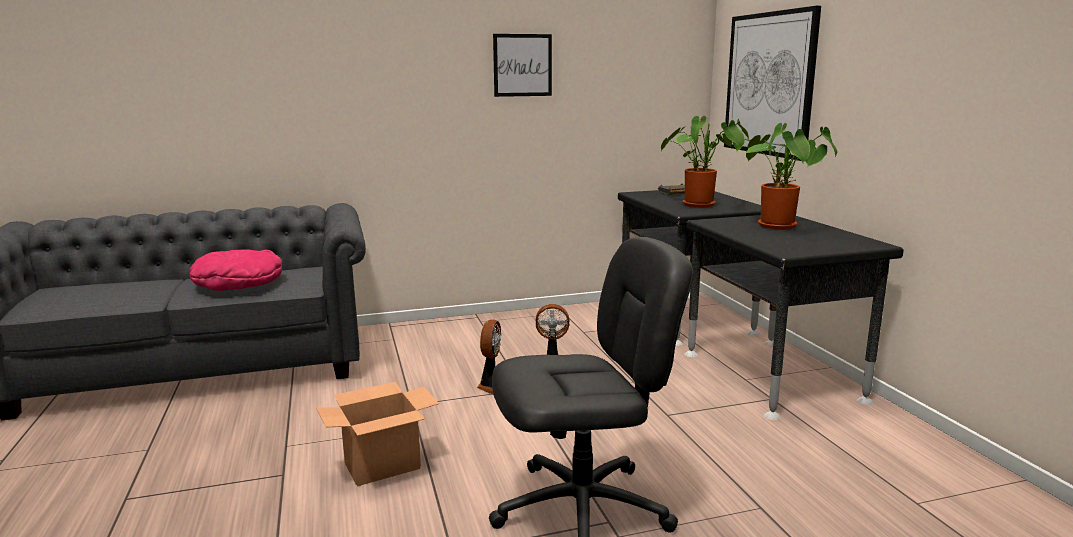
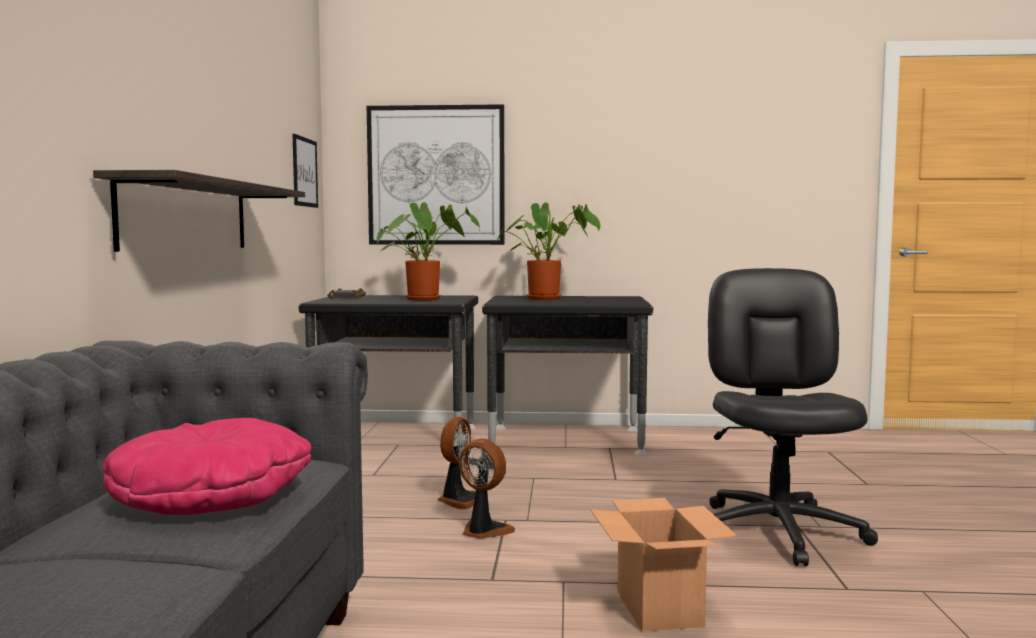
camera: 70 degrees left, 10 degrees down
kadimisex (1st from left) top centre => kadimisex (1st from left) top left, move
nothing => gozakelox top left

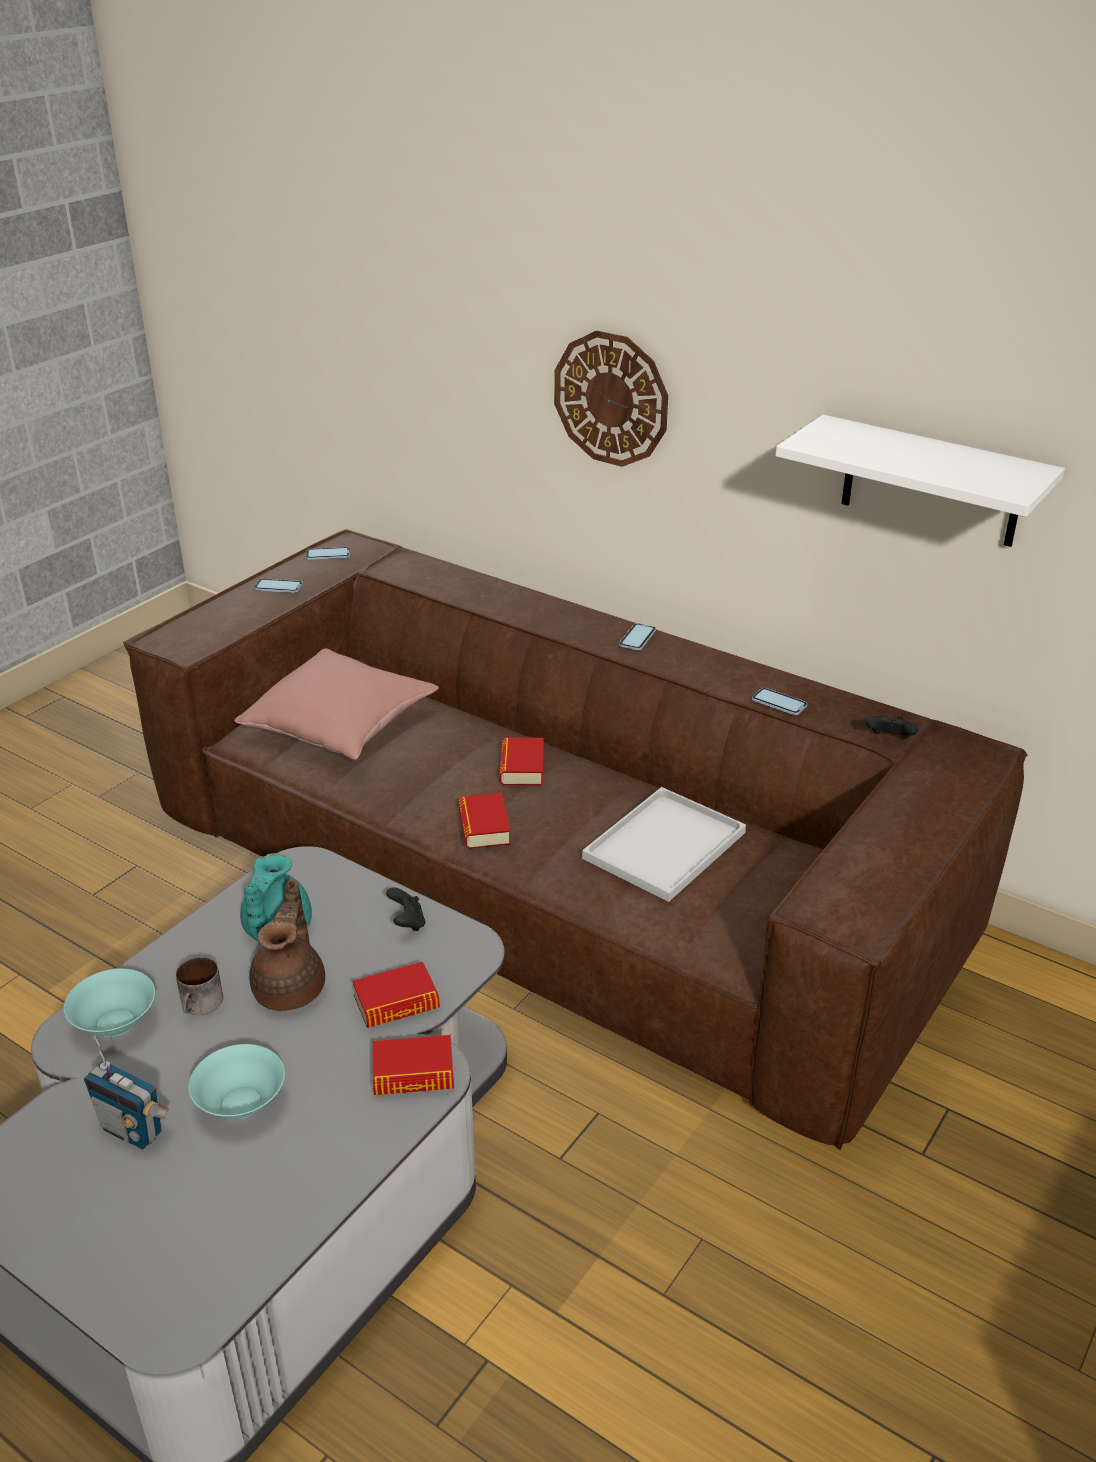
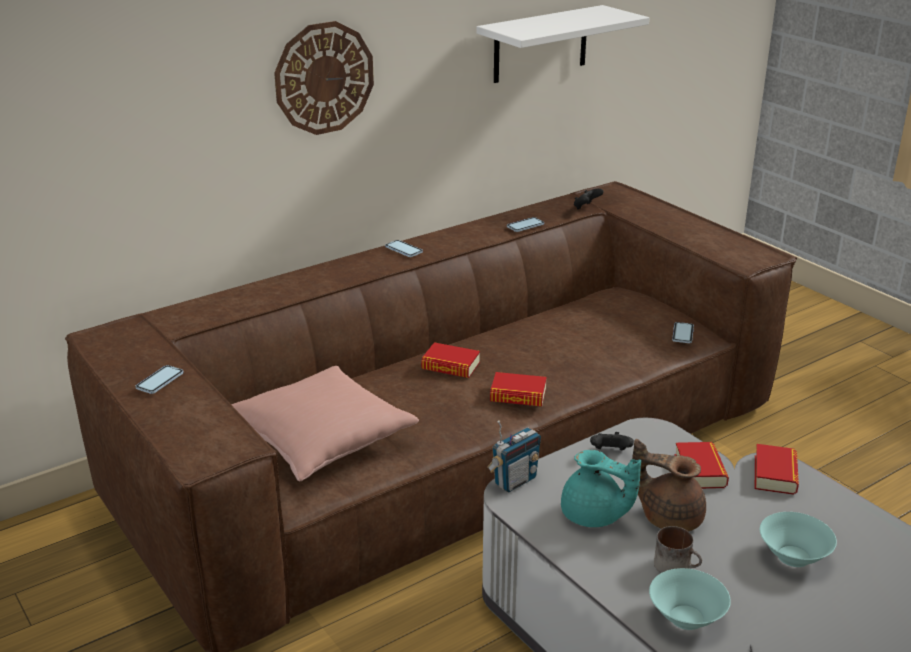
camera: 70 degrees left, 5 degrees down
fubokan bottom left => fubokan bottom centre, move
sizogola (2nd from left in the first image) middle left => sizogola (4th from left) middle right, move
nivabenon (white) centre => nothing

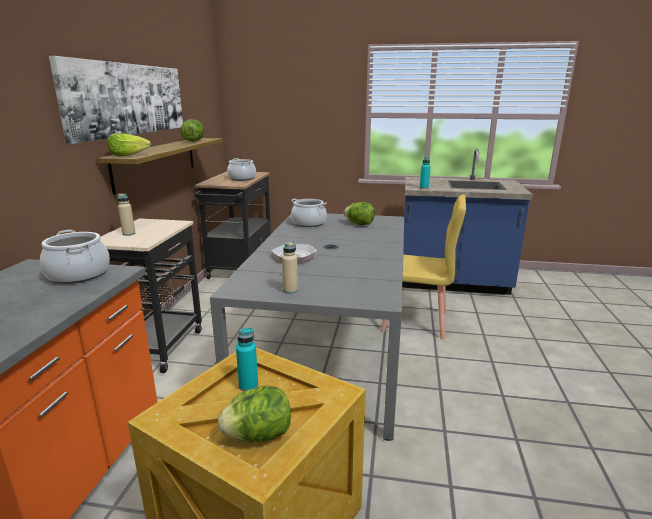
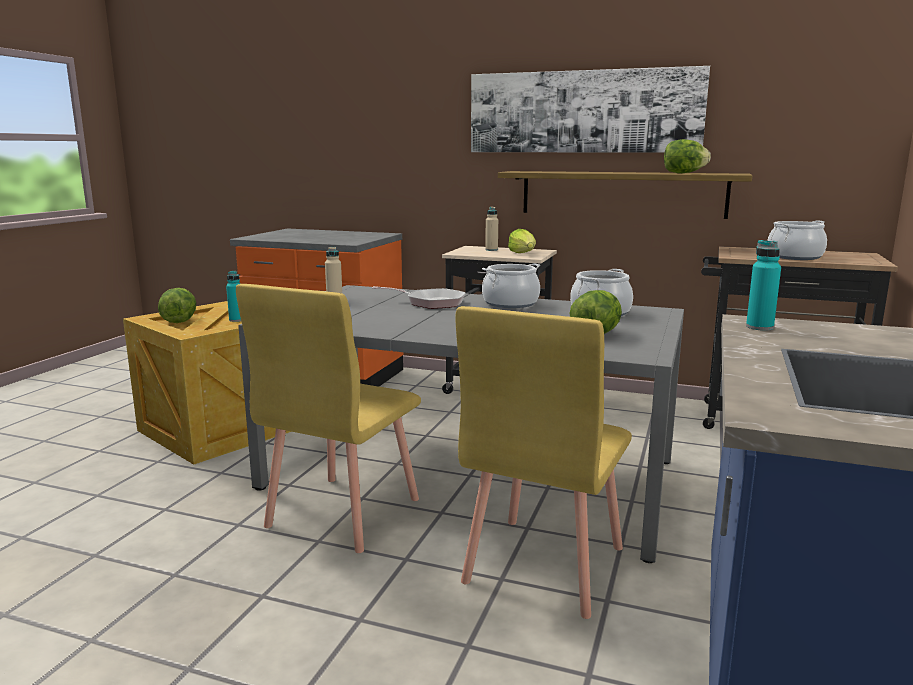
camera: 100 degrees right, 5 degrees down
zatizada (1st from left) middle left => zatizada (1st from left) centre, move
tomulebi (1st from left in the first image) top left => tomulebi (2nd from left) centre, move
nothing => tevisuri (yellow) (1st from left) centre

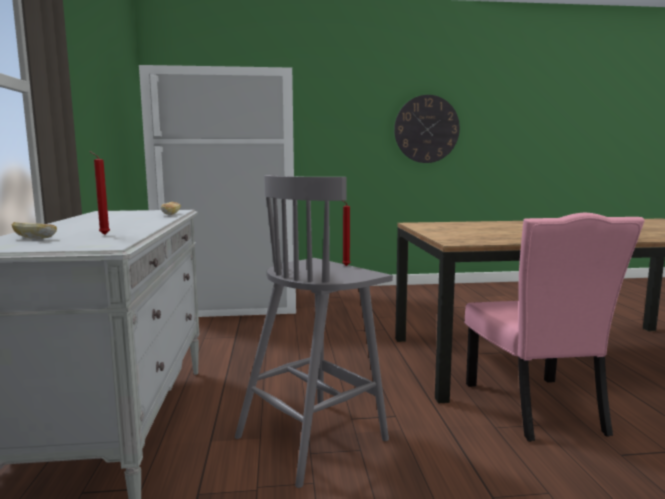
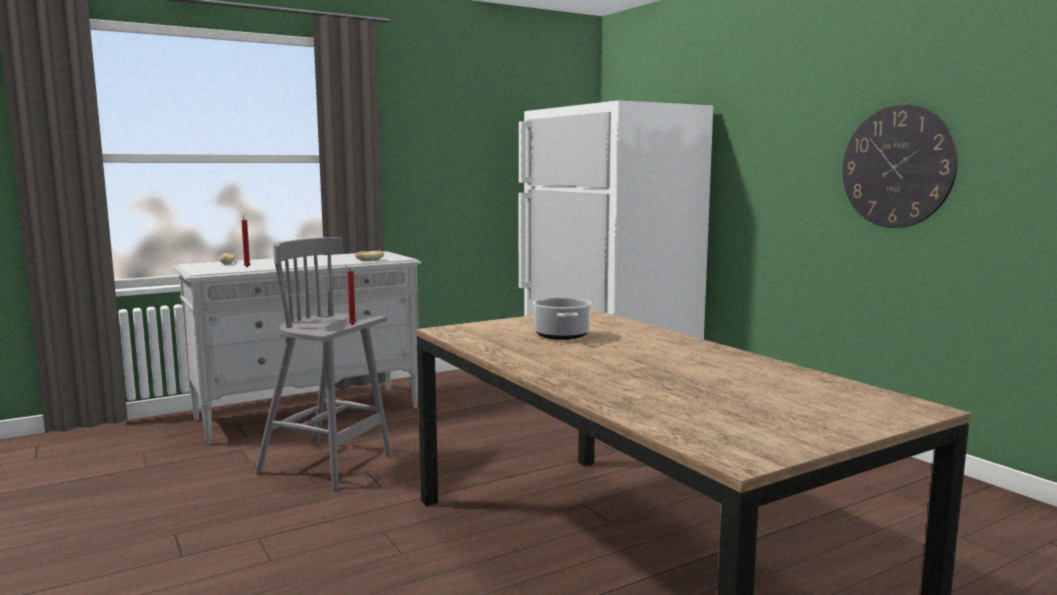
camera: 65 degrees right, 0 degrees up
tevisuri (pink) middle right => nothing
nothing => zatizada centre

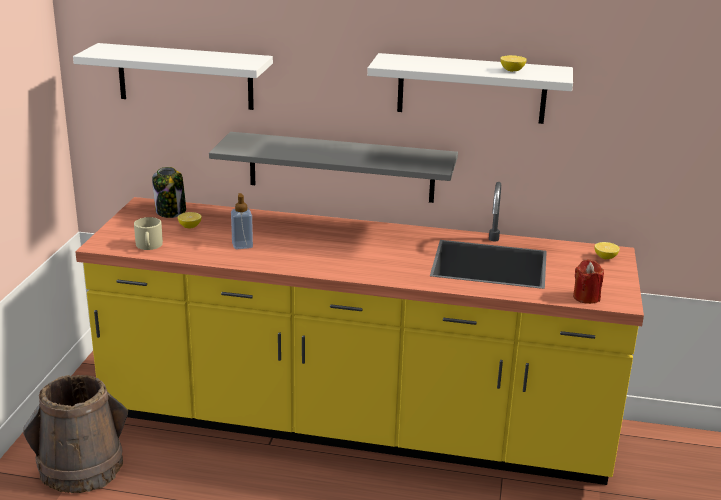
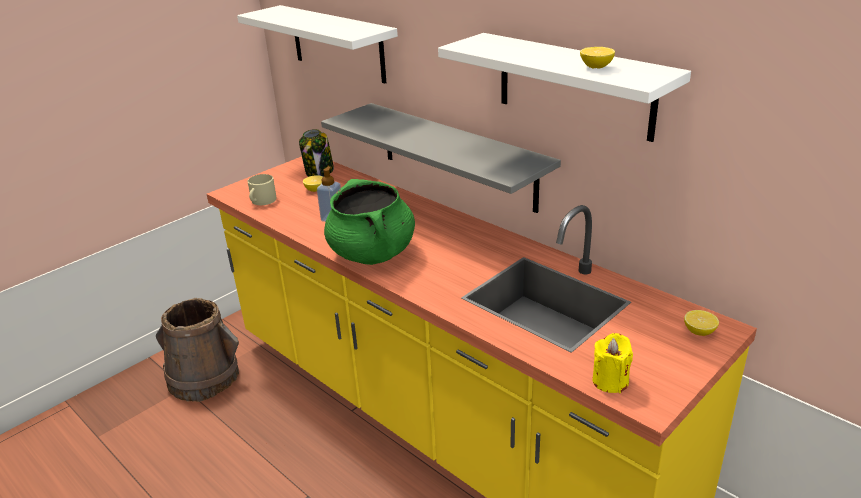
camera: 35 degrees right, 5 degrees up
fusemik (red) middle right => fusemik (yellow) bottom right
nothing => zatizada (green) centre

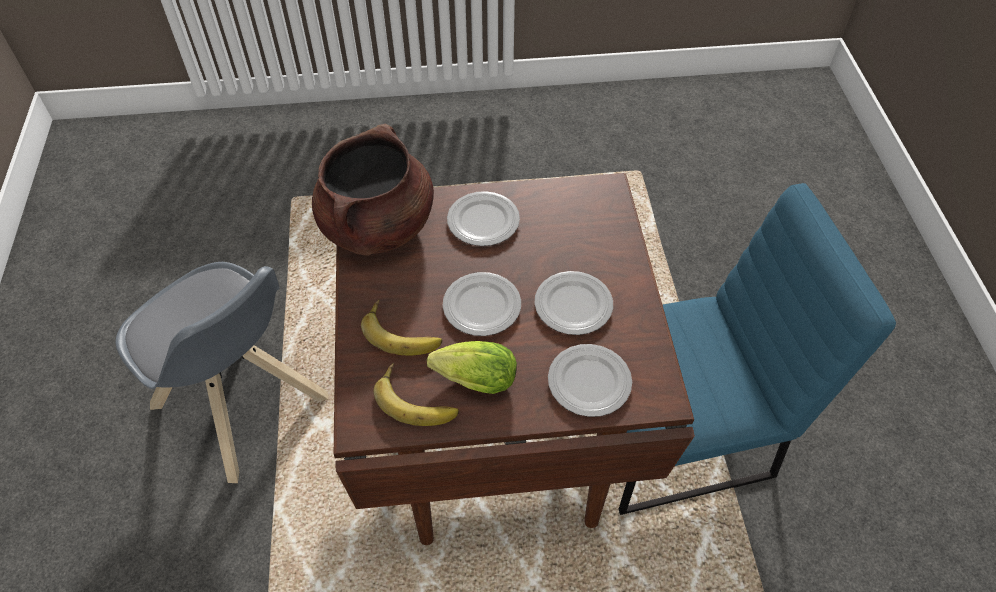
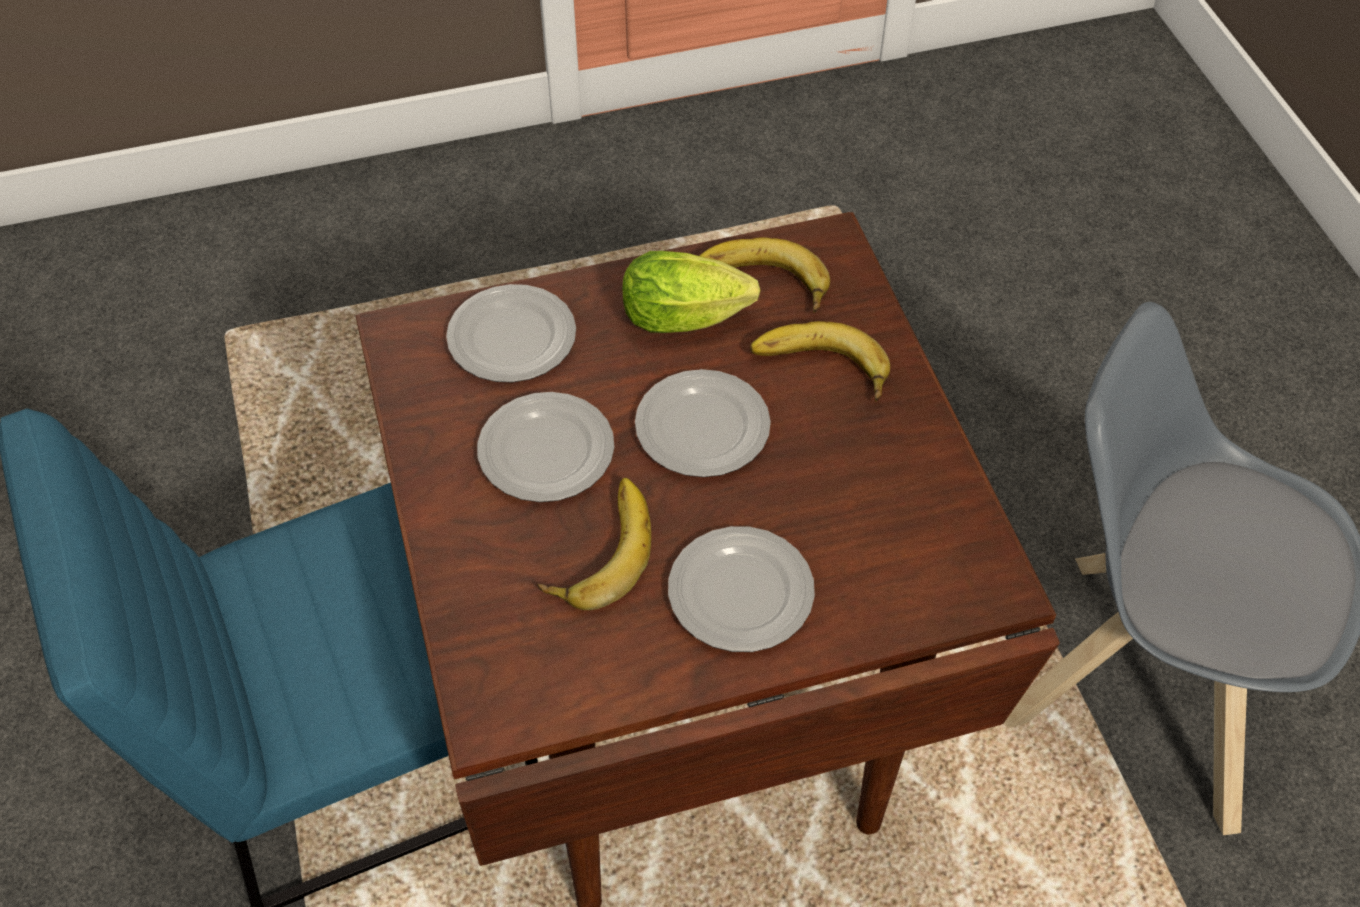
camera: 170 degrees right, 0 degrees up
zatizada (brown) top centre => nothing
nothing => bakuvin (1st from left) centre

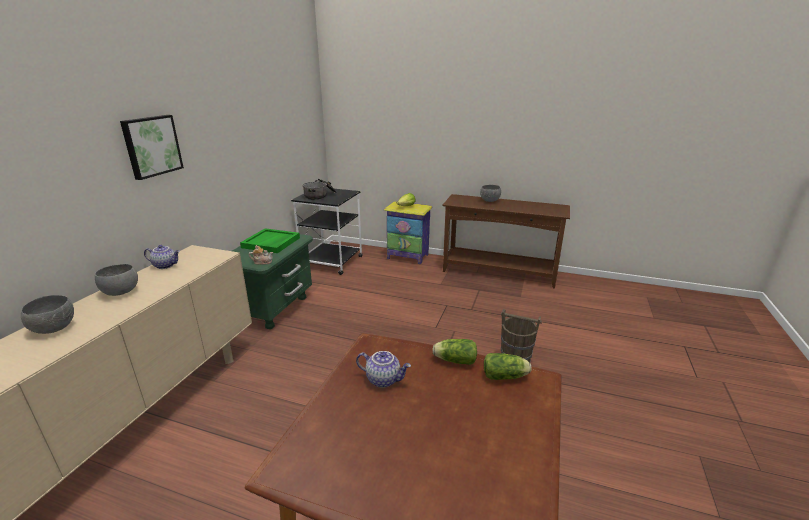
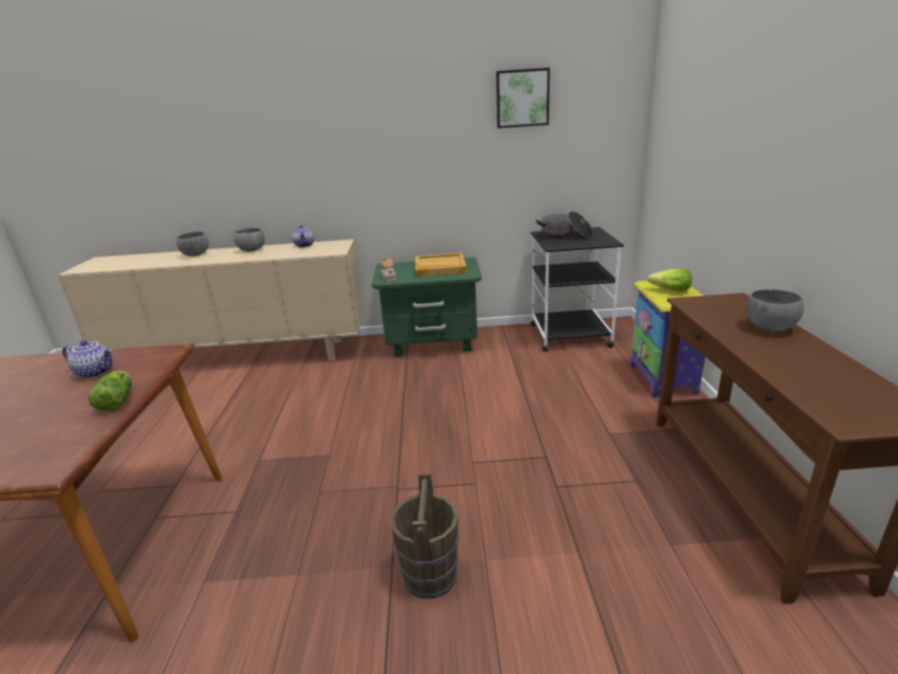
camera: 70 degrees right, 0 degrees up
kadimisex top left => kadimisex top centre, move
nivabenon (green) centre => nivabenon (beige) centre
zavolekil (3rd from left in the first image) bottom centre => zavolekil (1st from left) middle left, 75 degrees counterclockwise
tomulebi (3rd from left) bottom centre => nothing

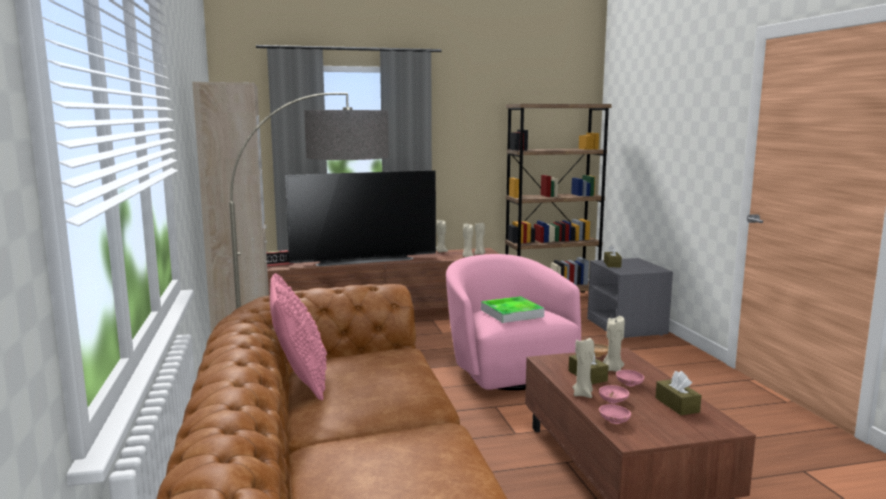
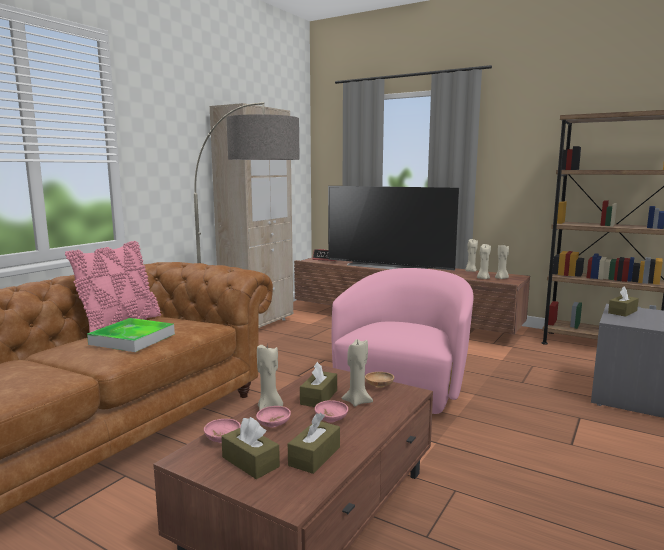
camera: 45 degrees right, 0 degrees up
nivabenon centre => nivabenon middle left, move
nothing => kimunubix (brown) (1st from left) bottom centre

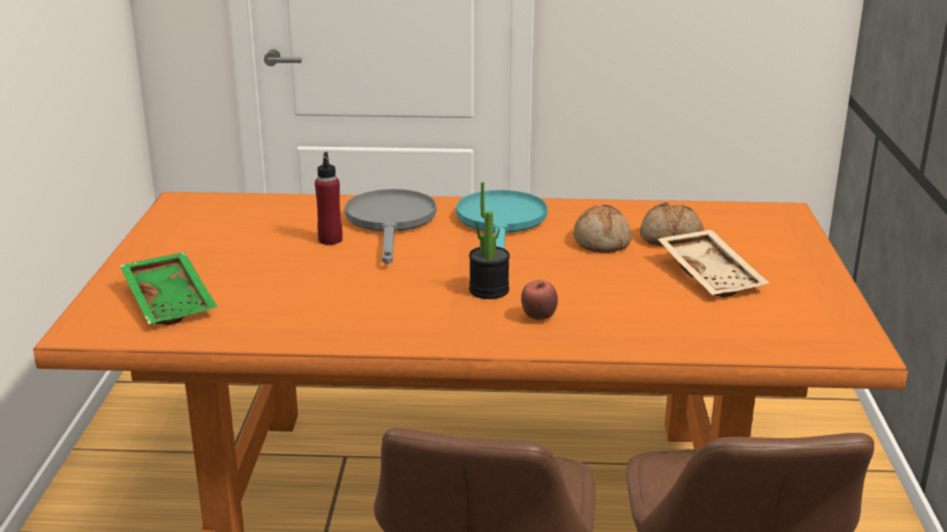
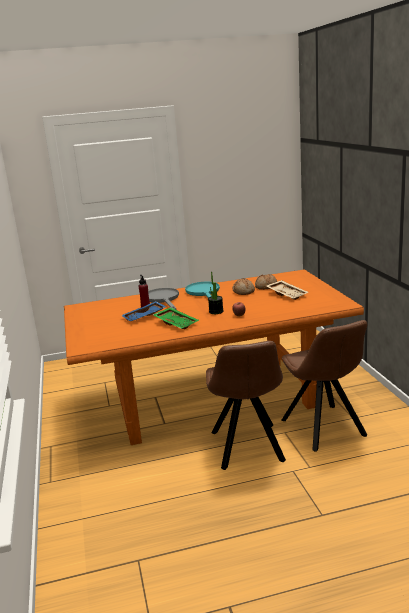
camera: 15 degrees left, 5 degrees down
nivabenon (green) middle left => nivabenon (green) centre, move
nothing => nivabenon (blue) centre

